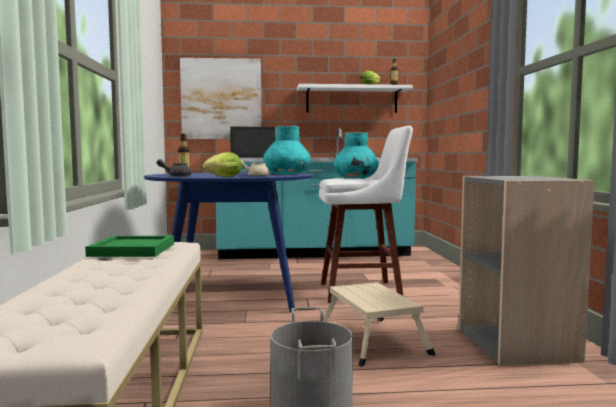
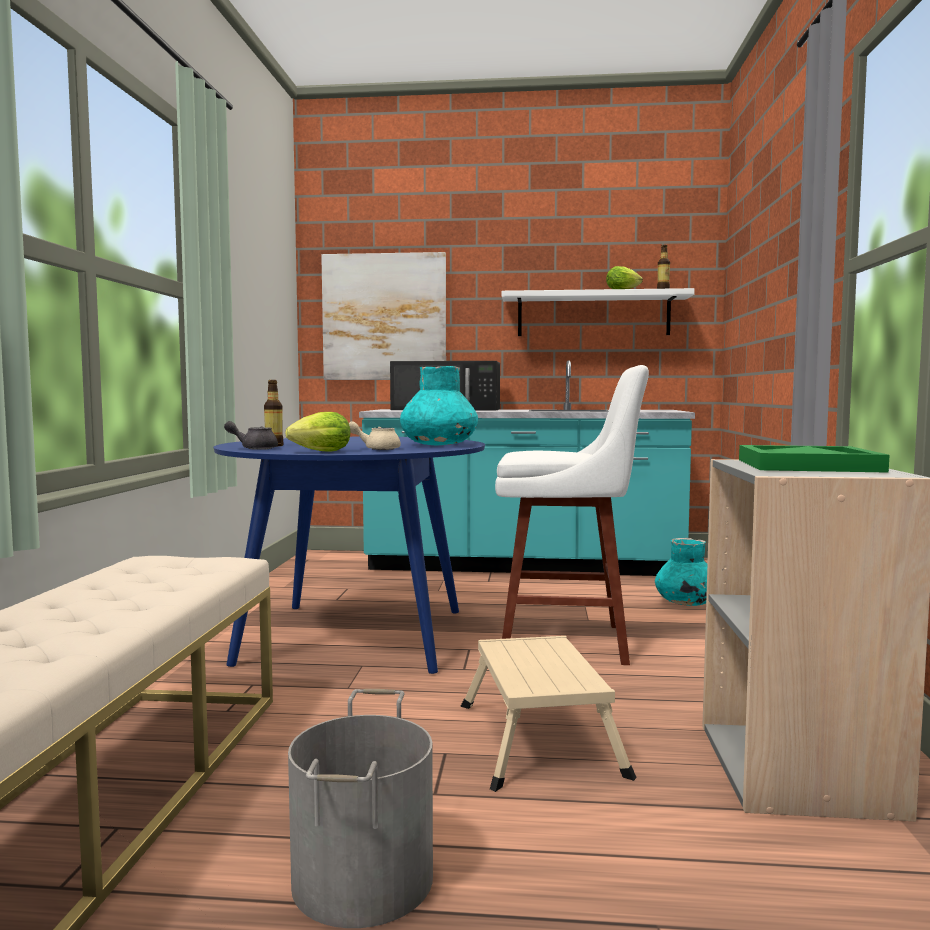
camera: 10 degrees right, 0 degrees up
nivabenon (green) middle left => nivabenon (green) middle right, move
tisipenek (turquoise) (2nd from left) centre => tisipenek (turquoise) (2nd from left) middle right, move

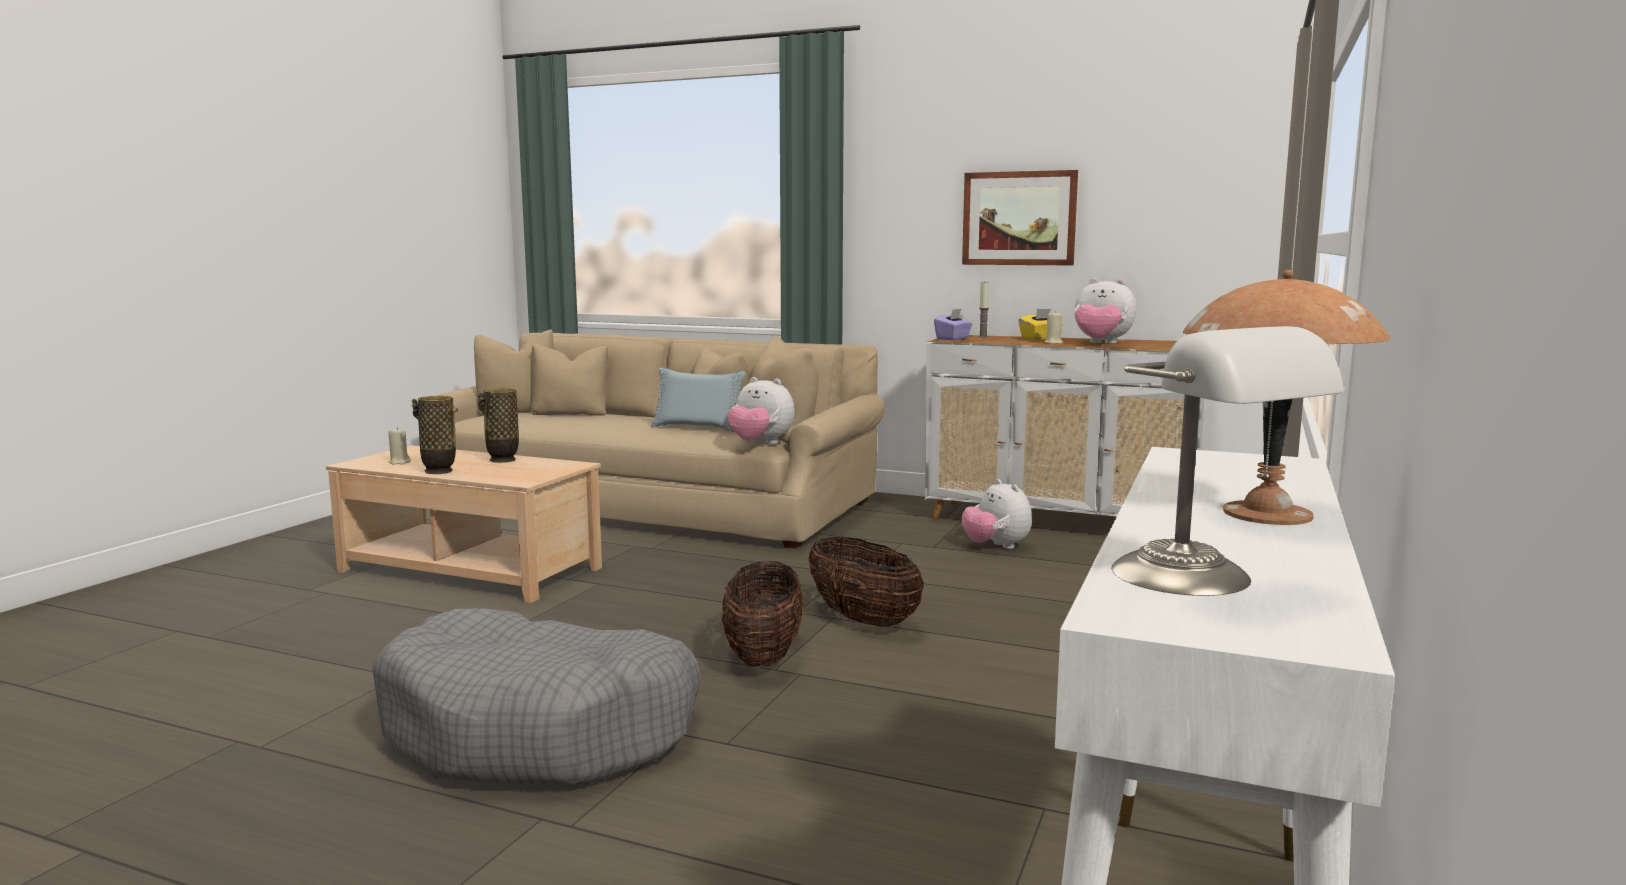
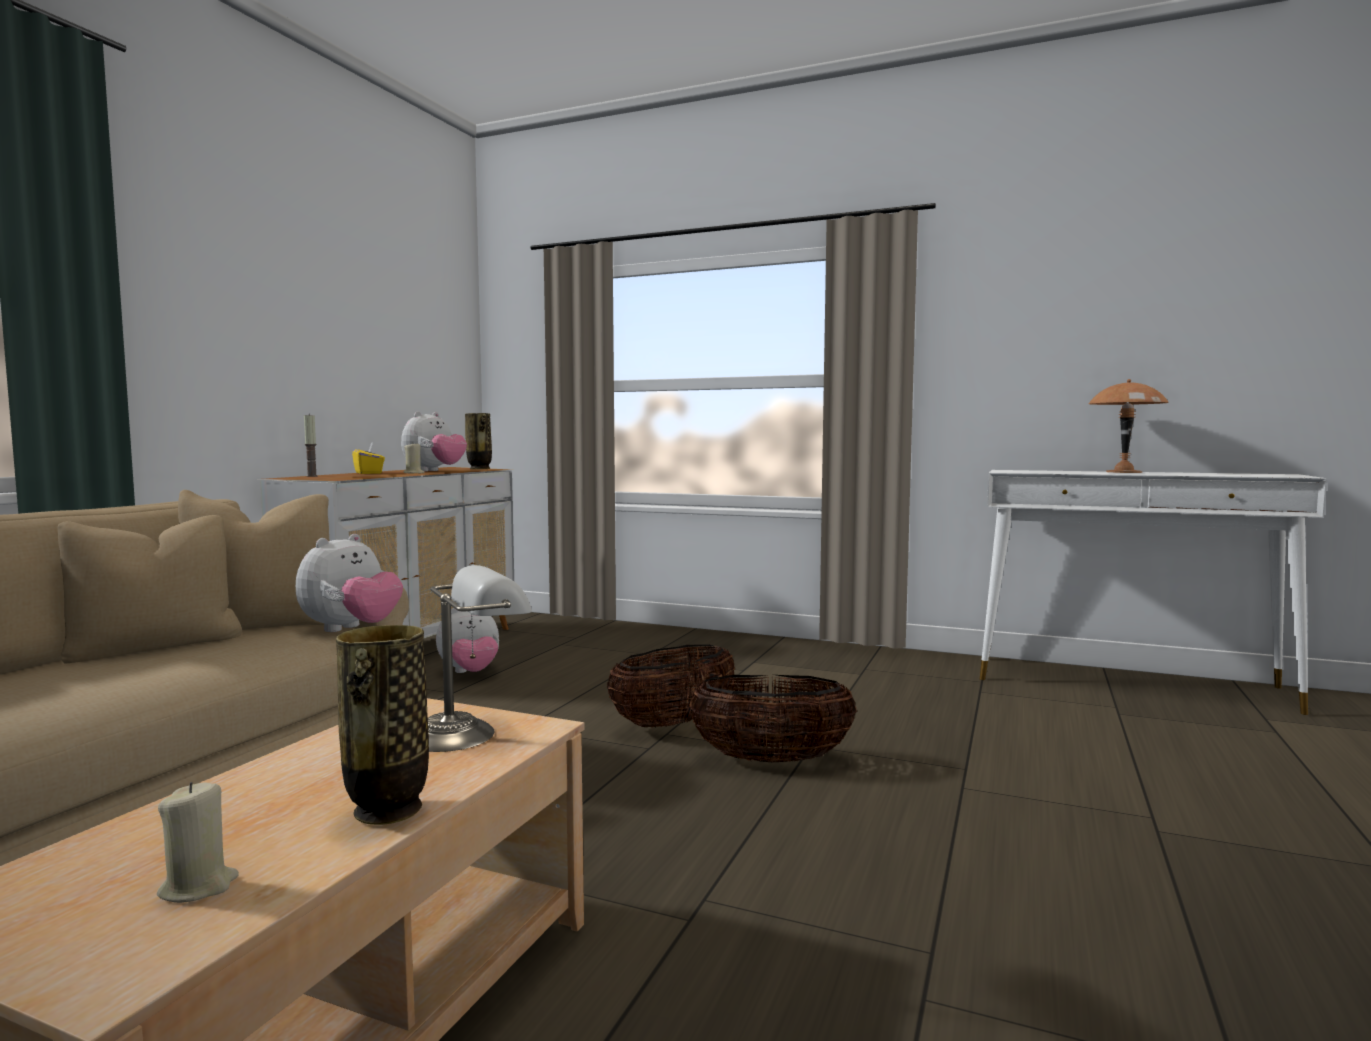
camera: 90 degrees left, 5 degrees down
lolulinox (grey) bottom left => nothing
tisipenek (2nd from left) middle left => tisipenek (2nd from left) centre, move
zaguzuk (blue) centre => nothing
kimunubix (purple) centre => nothing
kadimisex top centre => nothing
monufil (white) middle right => monufil (white) centre, move

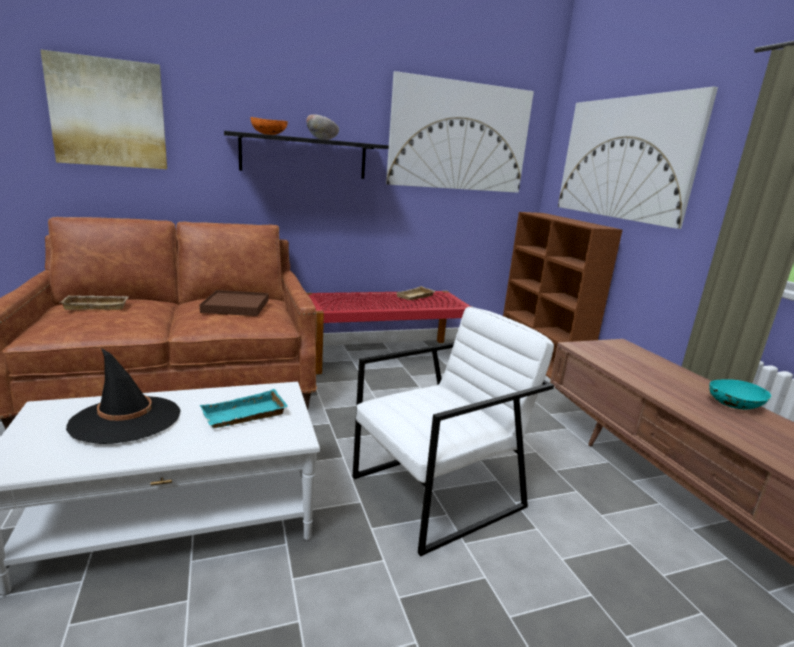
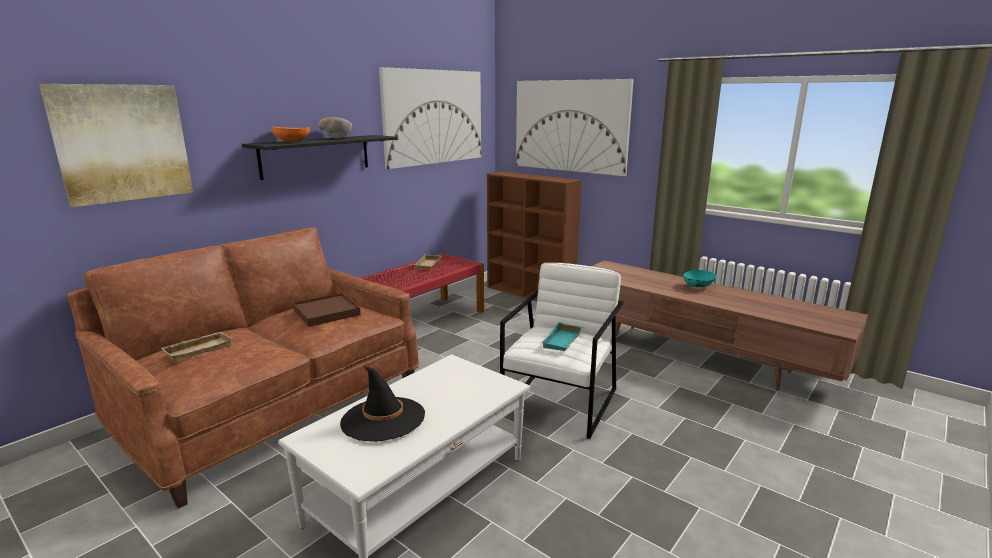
camera: 30 degrees left, 0 degrees up
nivabenon (turquoise) middle left => nivabenon (turquoise) centre, move

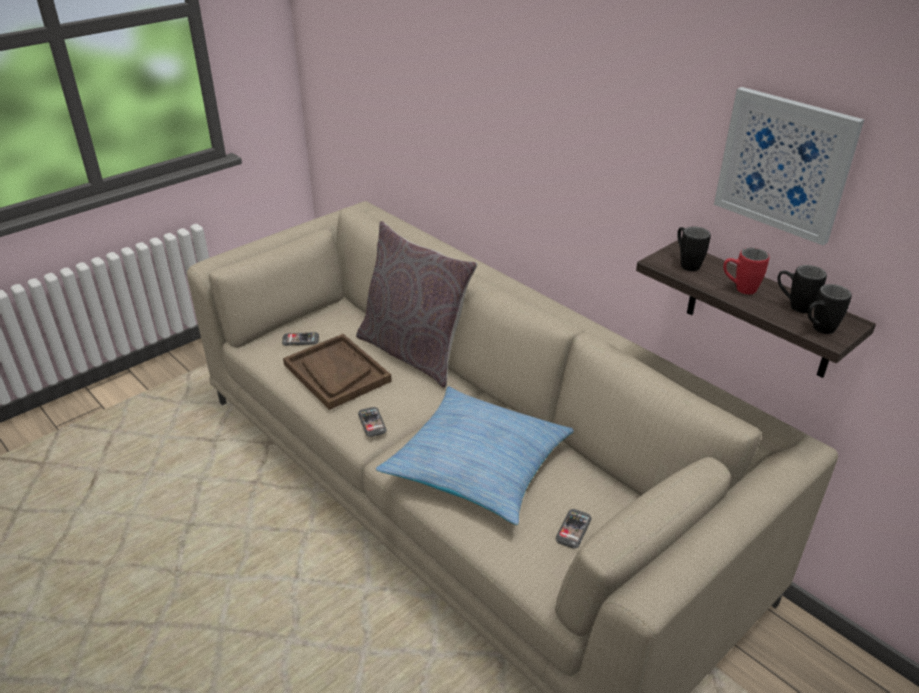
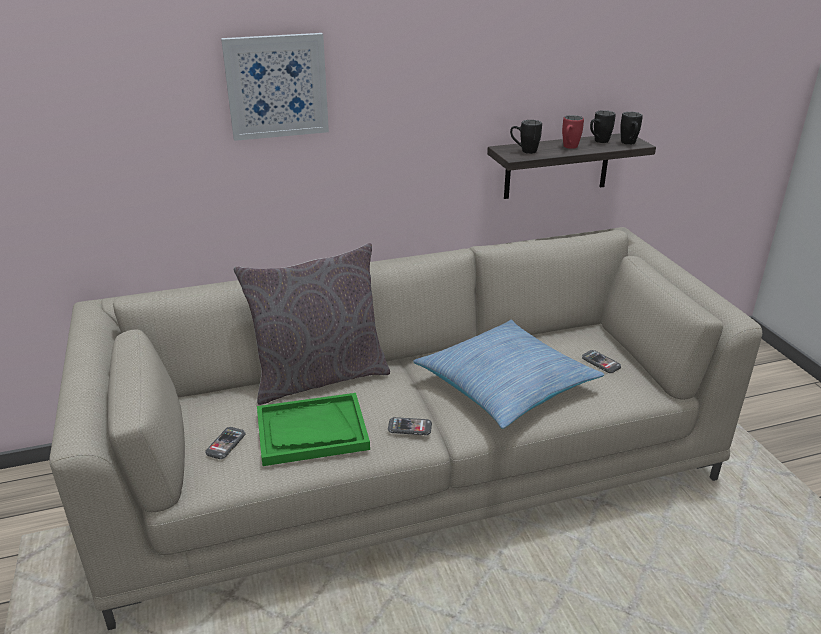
camera: 65 degrees left, 5 degrees down
nivabenon (brown) centre => nivabenon (green) bottom centre
kadimisex top right => kadimisex top centre, move

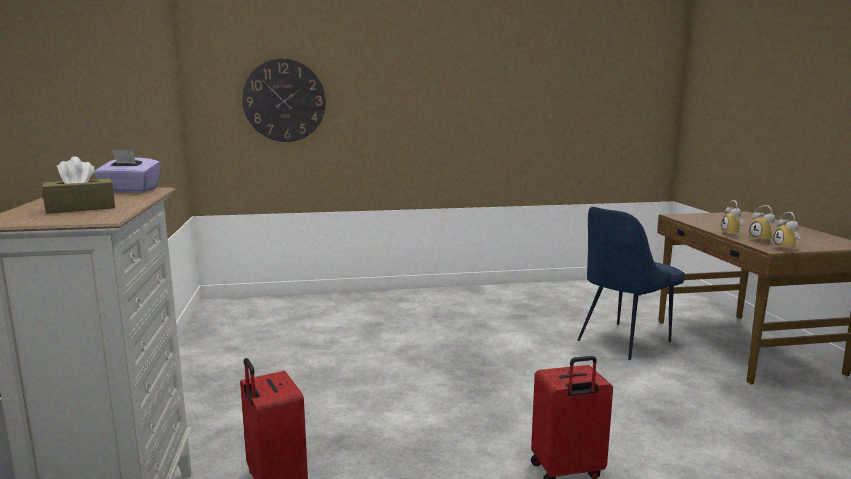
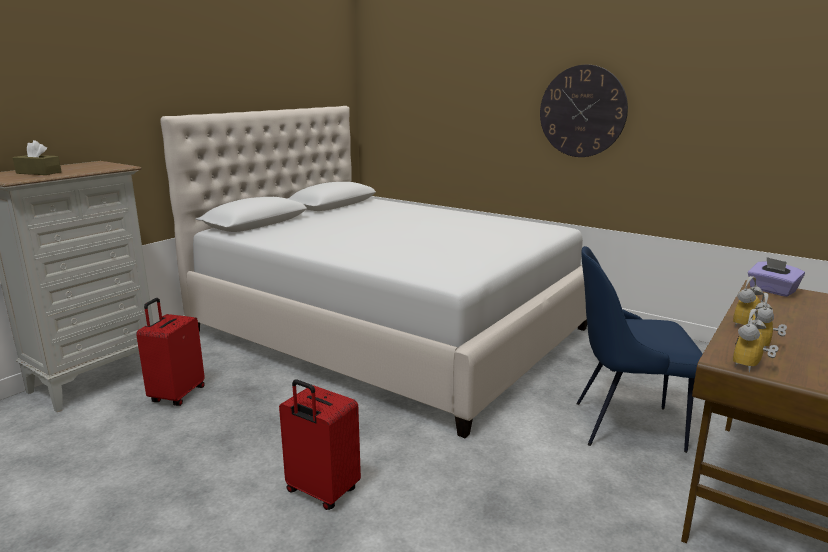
camera: 45 degrees right, 5 degrees up
kimunubix (purple) middle left => kimunubix (purple) middle right, move
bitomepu top centre => bitomepu top right, move
nothing => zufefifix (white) centre

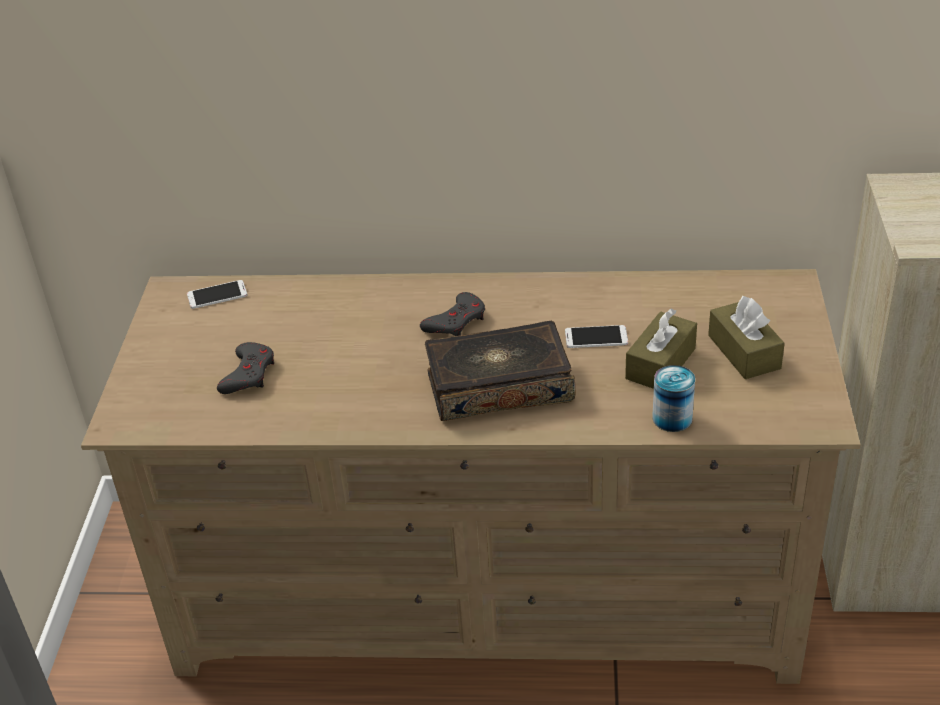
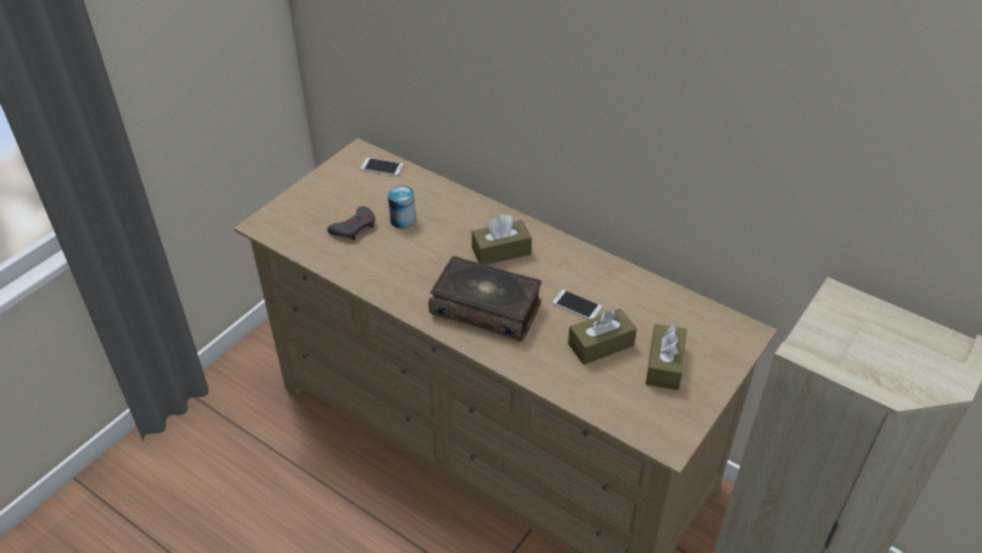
camera: 30 degrees right, 5 degrees up
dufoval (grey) (2nd from left) centre => kimunubix (brown) (1st from left) centre
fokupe middle right => fokupe centre, move

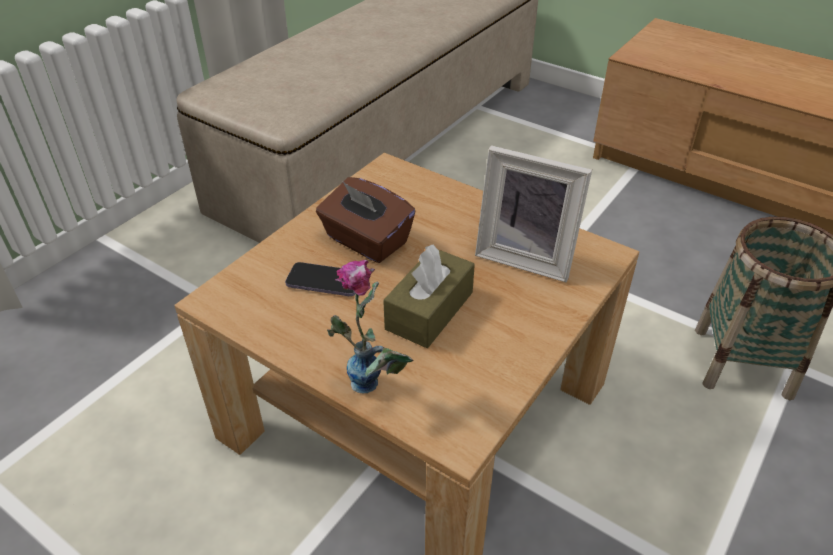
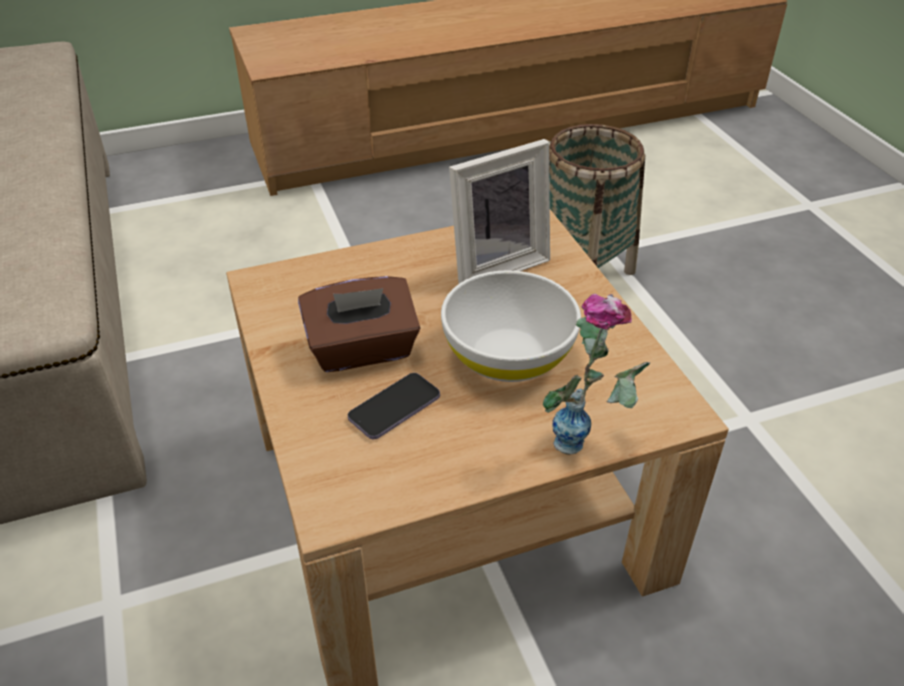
camera: 55 degrees left, 0 degrees up
kimunubix (brown) (2nd from left) centre => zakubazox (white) centre

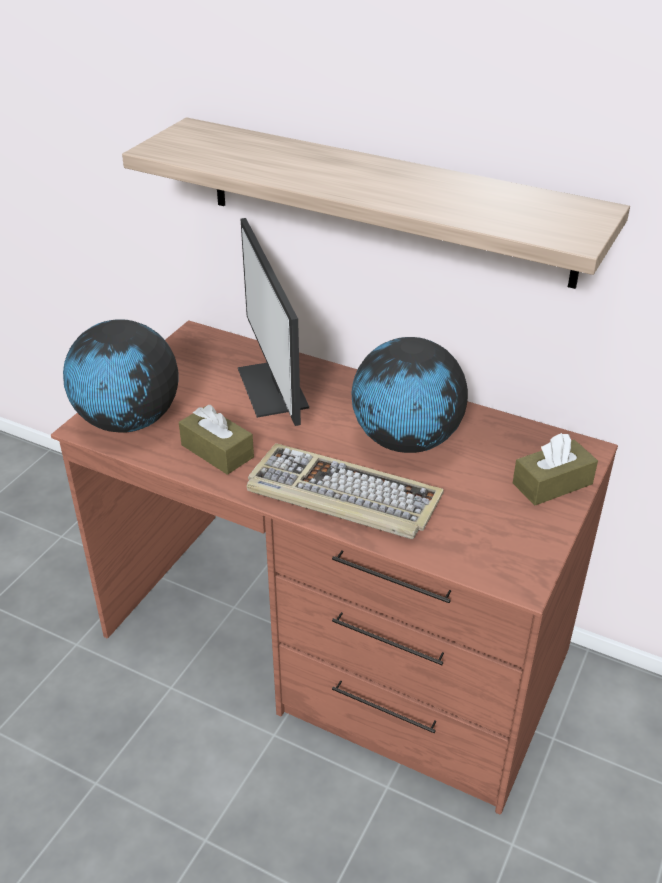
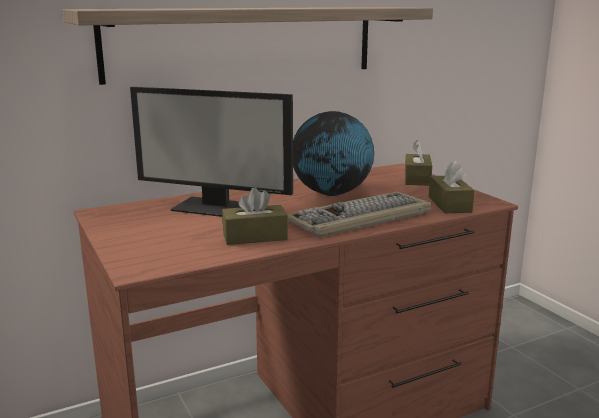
camera: 55 degrees left, 20 degrees down
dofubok (1st from left) middle left => nothing
nothing => kimunubix (brown) (3rd from left) middle right

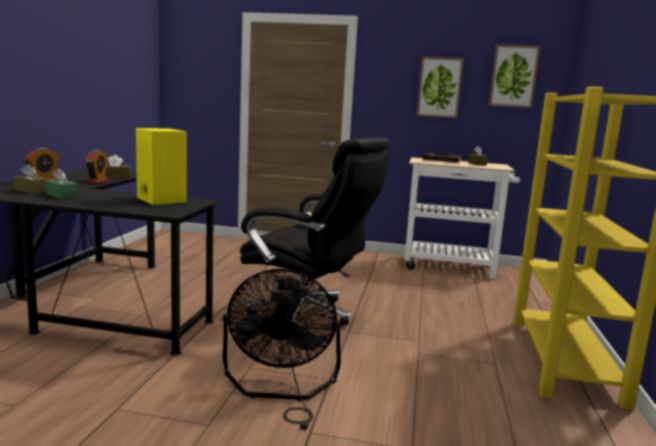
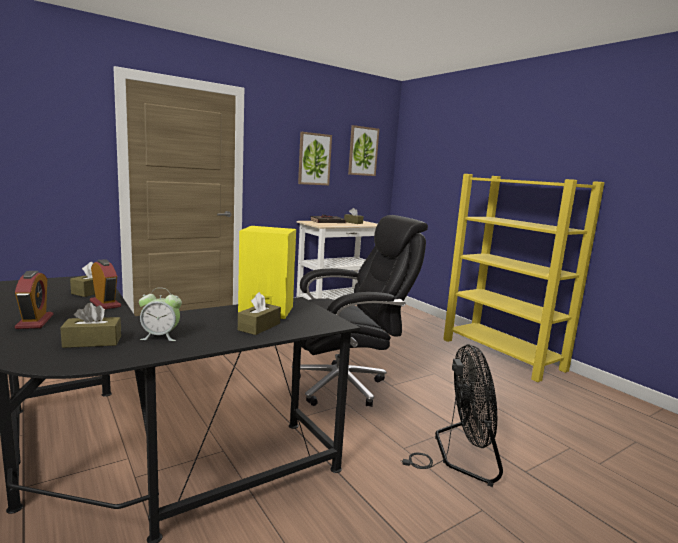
camera: 45 degrees left, 0 degrees up
kimunubix (green) middle left => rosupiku (3rd from left) middle left
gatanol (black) bottom centre, 135 degrees clockwise
nothing => kimunubix (brown) (3rd from left) centre

